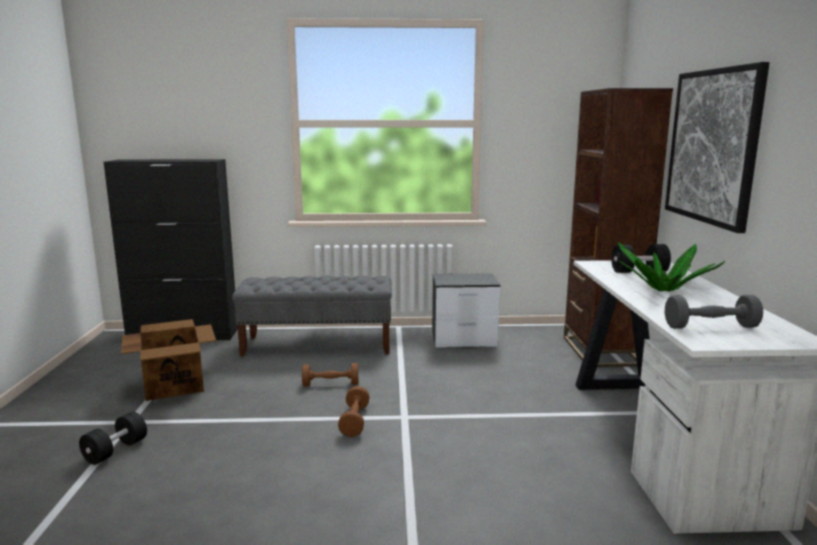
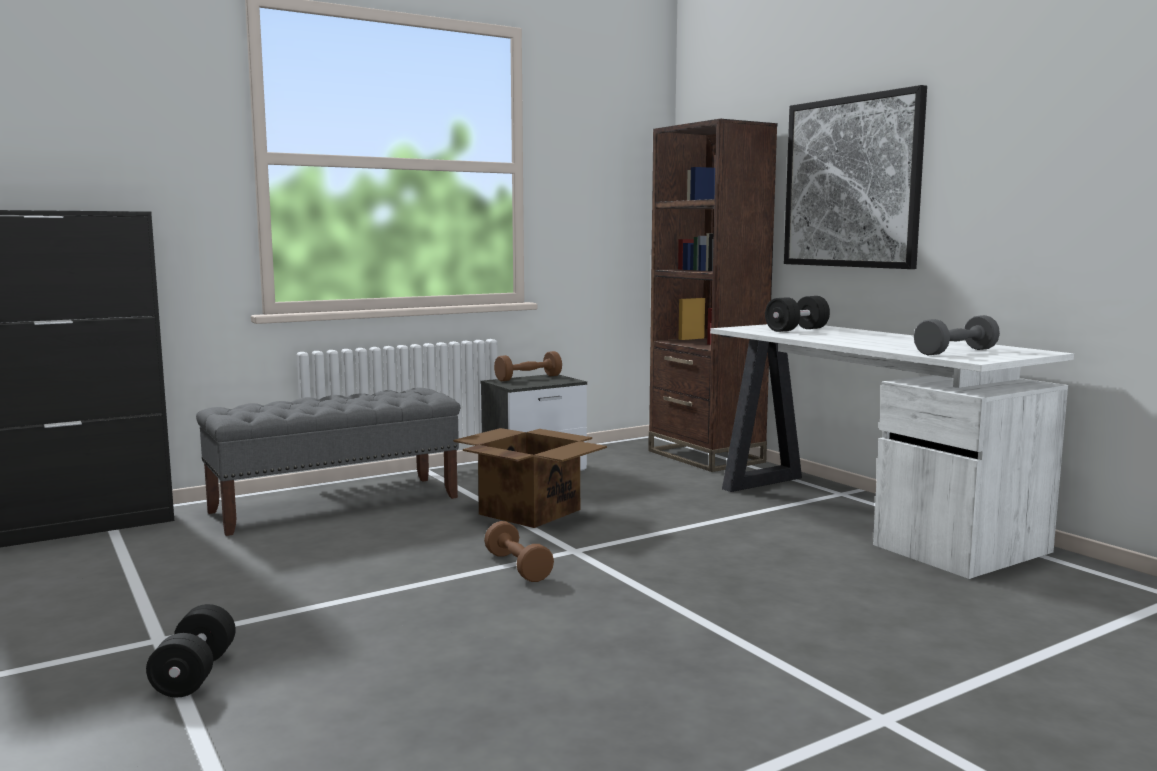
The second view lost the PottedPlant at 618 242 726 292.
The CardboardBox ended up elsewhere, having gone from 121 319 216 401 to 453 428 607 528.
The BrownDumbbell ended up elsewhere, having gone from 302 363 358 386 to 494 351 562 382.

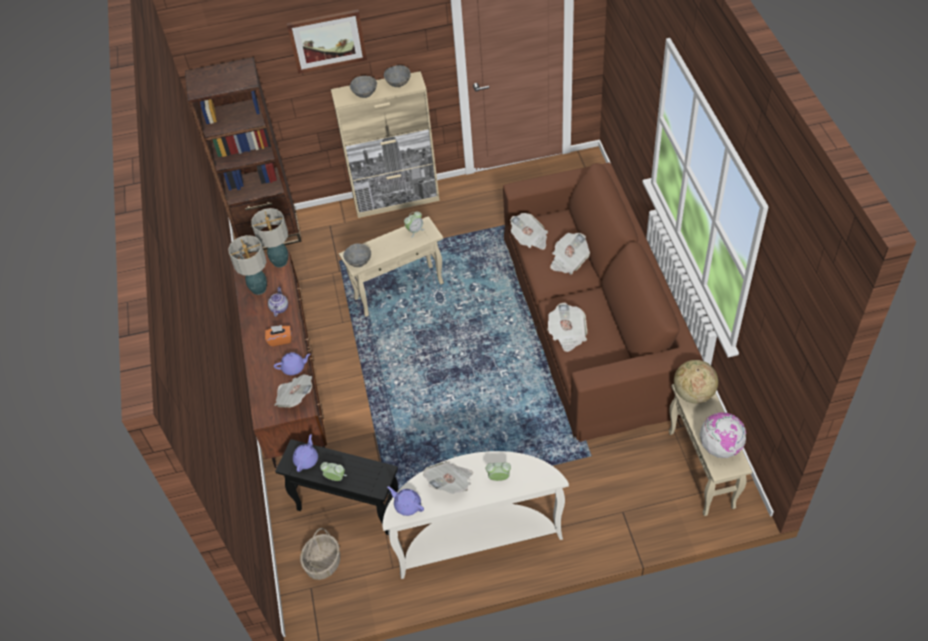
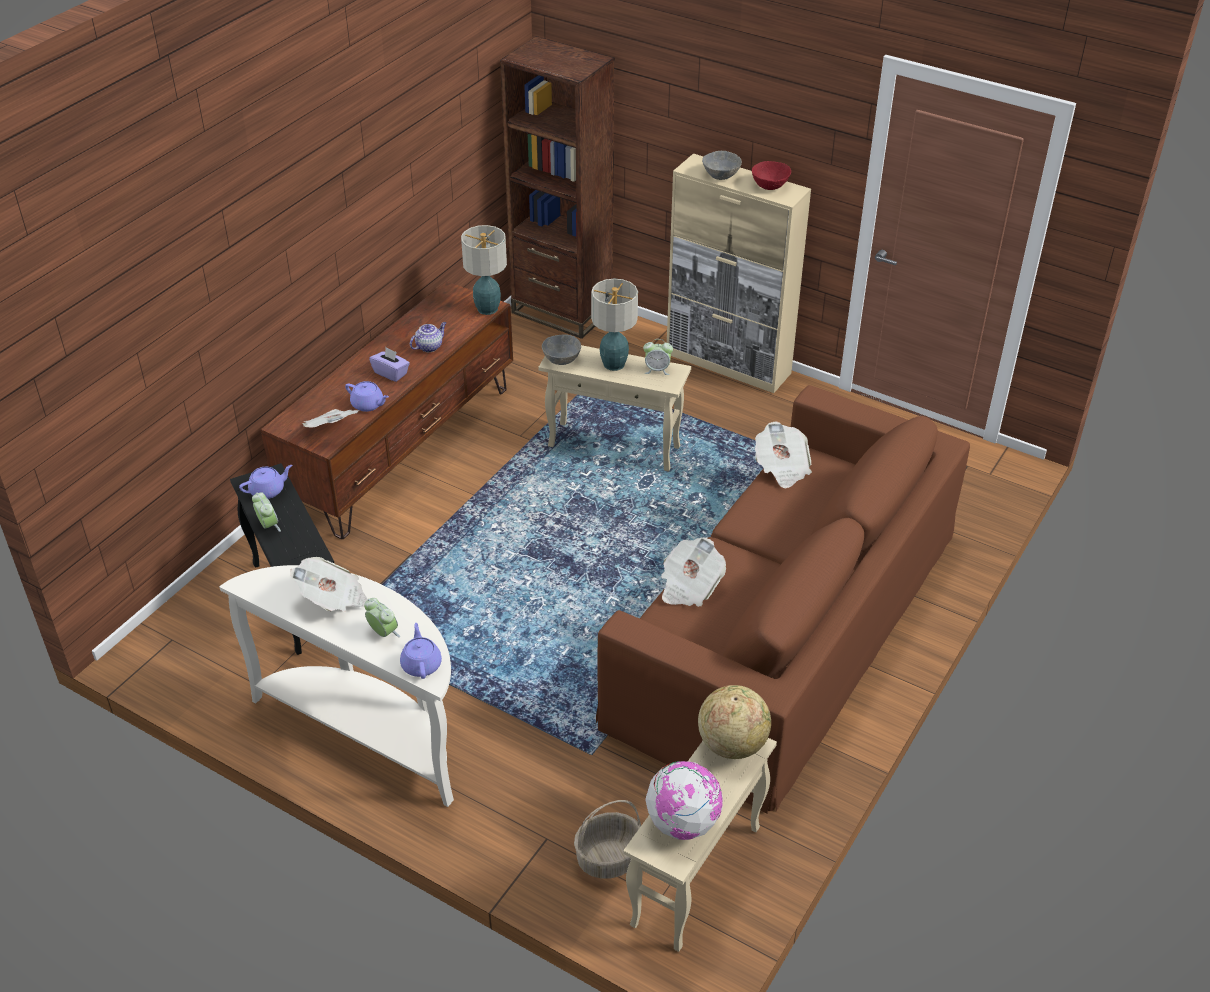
The second view lost the Picture at 287 9 367 74.
The second view lost the Newspaper at 550 233 590 274.
The TableLamp ended up elsewhere, having gone from 228 235 267 295 to 591 279 638 371.
The Basket ended up elsewhere, having gone from 300 528 340 580 to 574 800 641 879.
The PurpleTeapot ended up elsewhere, having gone from 387 486 424 516 to 400 623 442 679.
What was the OrangeTissueBox at 265 325 291 347 turned into the PurpleTissueBox at 369 347 410 382.
What was the GreyBowl at 384 65 411 87 turned into the RedBowl at 752 161 791 190.

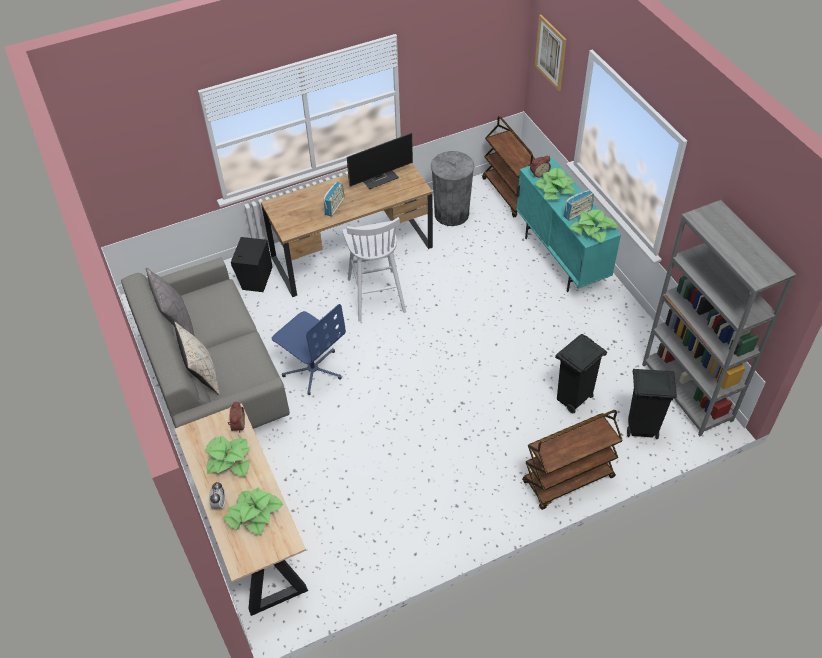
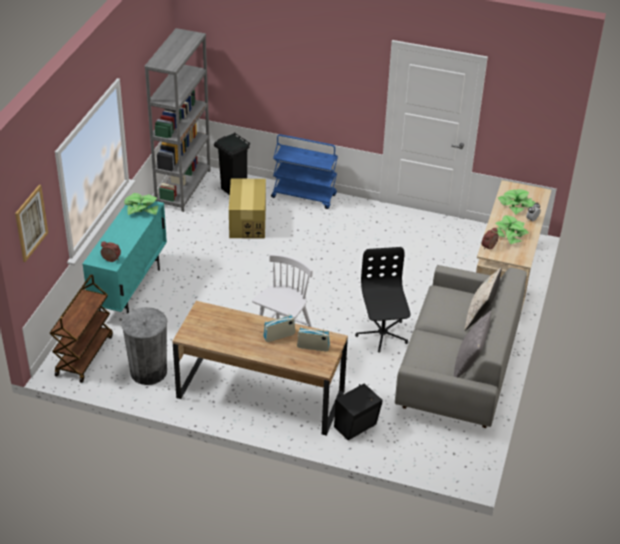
The second view lost the Monitor at 347 133 413 189.
The second view lost the PottedPlant at 534 168 575 200.
The Radio ended up elsewhere, having gone from 563 190 594 221 to 297 327 330 351.
Where the BlackTrashCan stood at 555 334 607 413, the CardboardBox came to stand at 229 178 266 239.
What was the BlueOfficeChair at 272 304 346 395 turned into the BlackOfficeChair at 355 247 411 353.
What was the BrownCart at 522 410 623 510 turned into the BlueCart at 271 134 338 209.

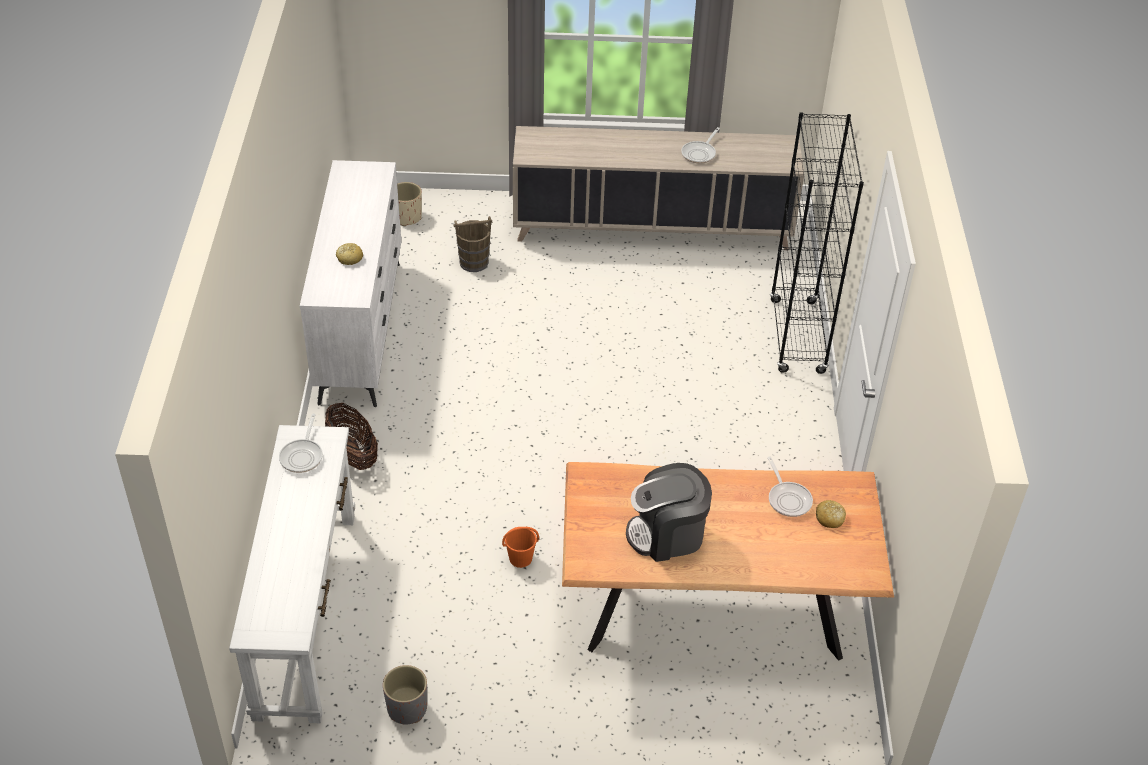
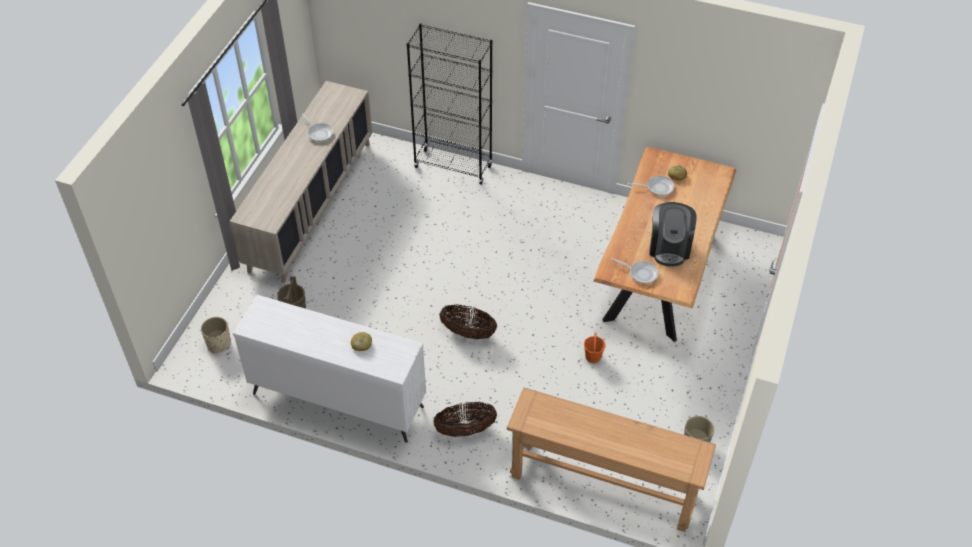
The second view gained the Basket at 439 304 497 339.
The FryingPan ended up elsewhere, having gone from 279 414 323 473 to 611 258 659 284.
What was the WhiteConsoleTable at 229 425 355 723 turned into the BrownConsoleTable at 507 387 716 532.

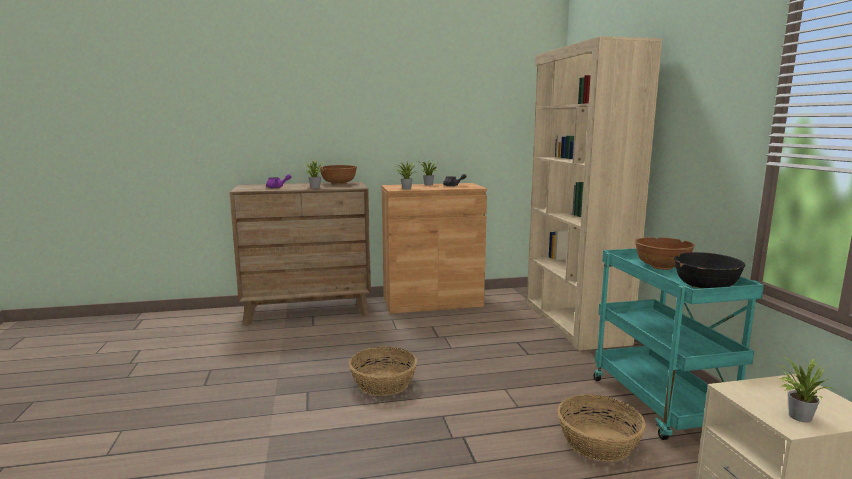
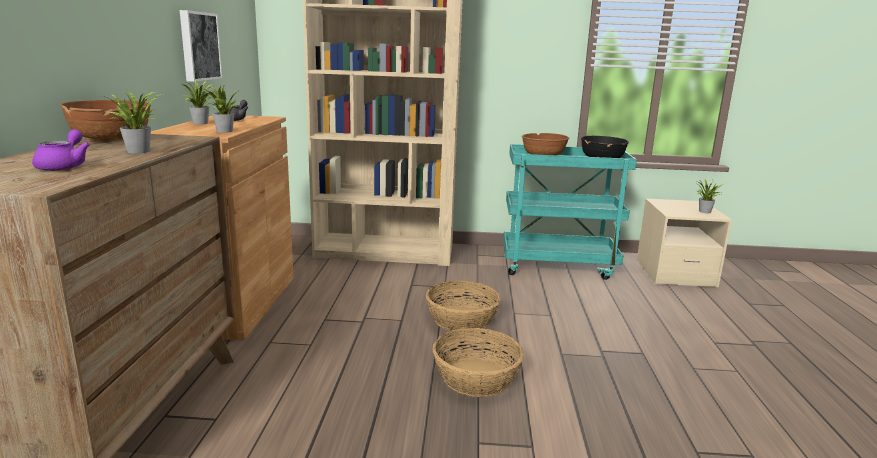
The second view gained the Picture at 180 10 222 82.
The Basket ended up elsewhere, having gone from 557 394 646 462 to 426 281 501 332.

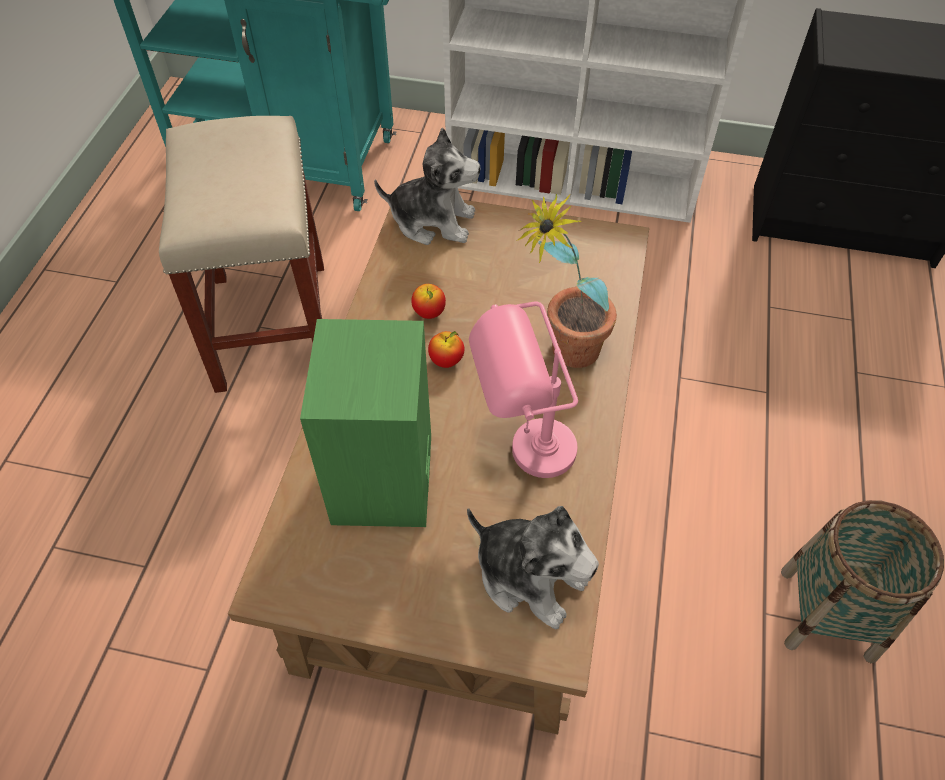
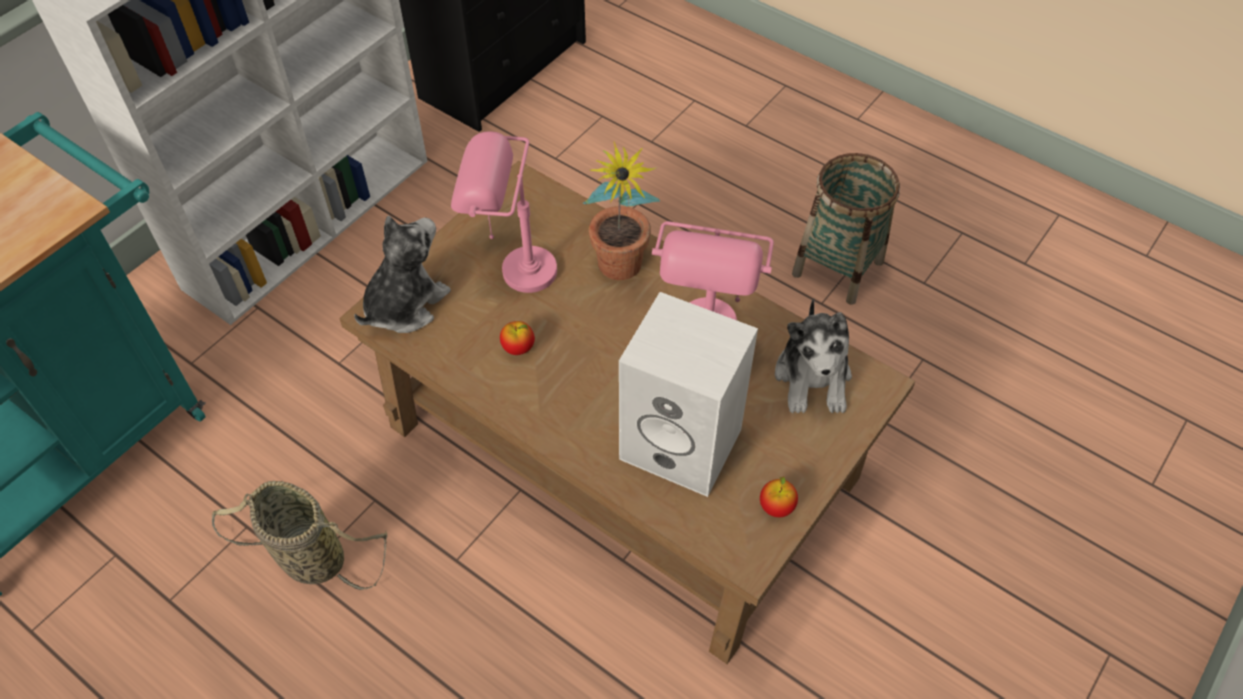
The second view gained the PinkTableLamp at 451 131 557 293.
The Apple ended up elsewhere, having gone from 428 331 464 368 to 760 476 798 517.
Where the BeigeStool stood at 159 116 324 393, the Basket came to stand at 212 481 387 590.
What was the GreenSpeaker at 300 319 431 527 turned into the WhiteSpeaker at 619 292 758 497.
The PlushToy at 467 506 599 630 ended up facing another way, 120 degrees clockwise from before.

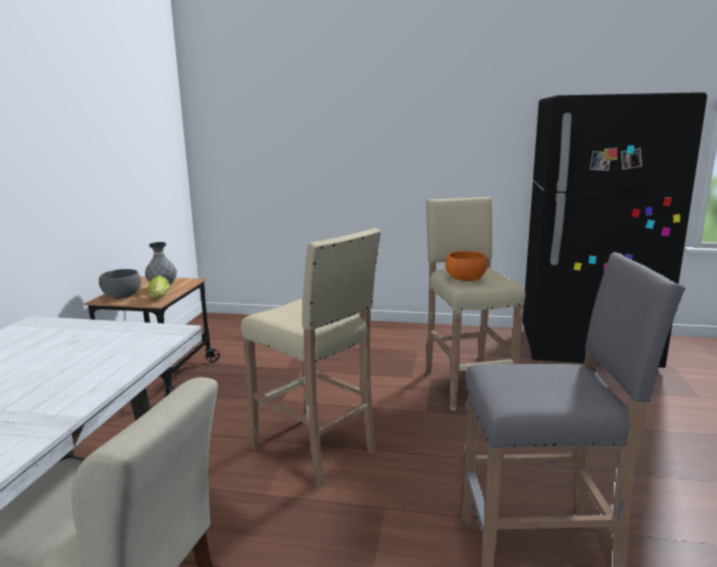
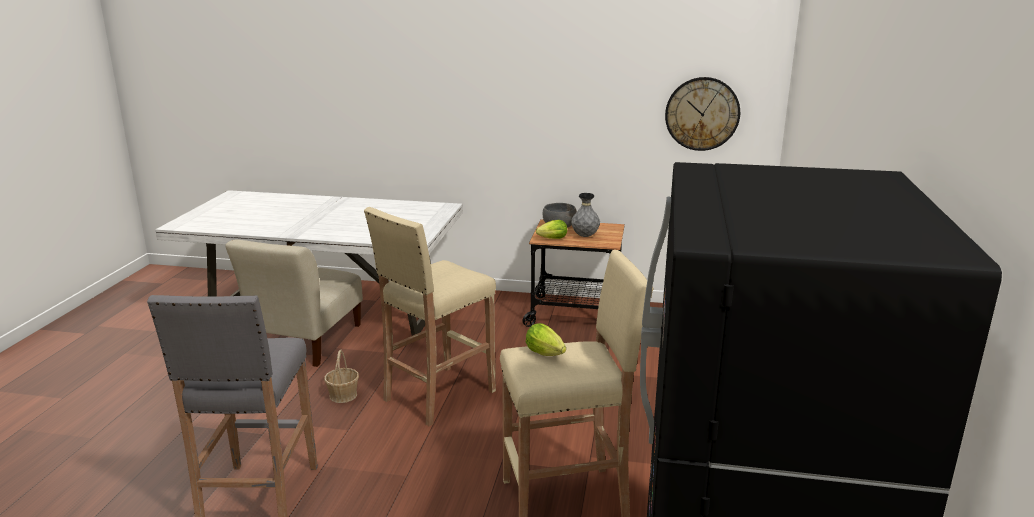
The second view gained the Basket at 324 350 359 403.
The second view gained the WallClock at 665 77 740 151.
Where the OrangeBowl stood at 445 251 488 281, the Lettuce came to stand at 526 323 566 356.

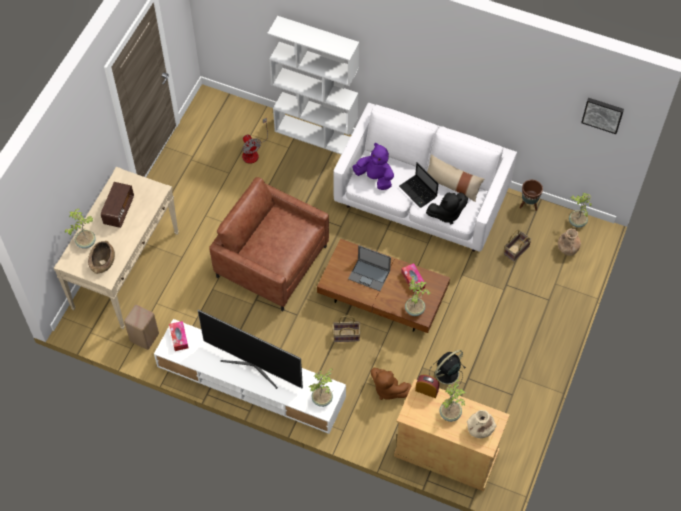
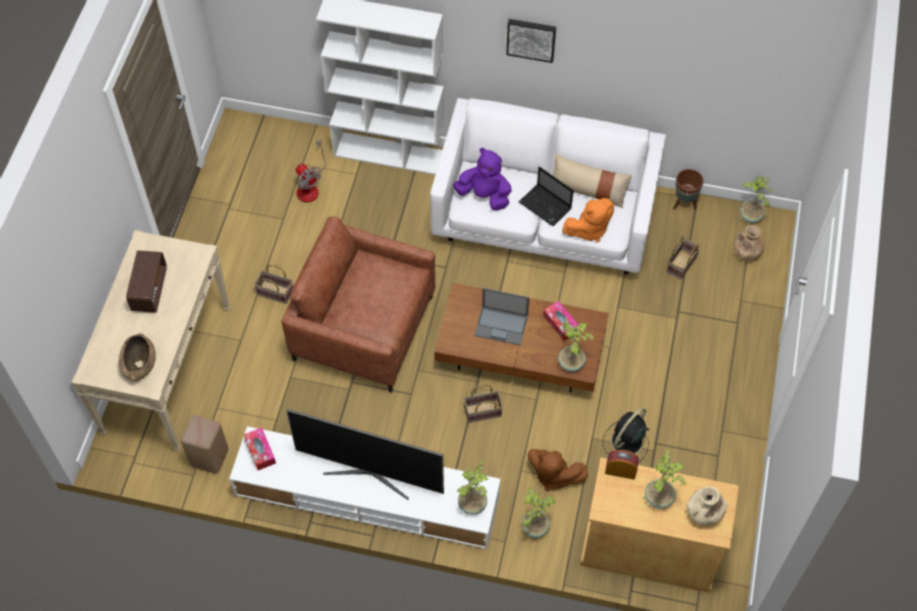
The second view gained the Basket at 254 264 293 304.
The PottedPlant ended up elsewhere, having gone from 65 209 96 249 to 521 488 555 538.
The Picture ended up elsewhere, having gone from 581 98 624 134 to 506 19 556 63.
What was the BlackPlushToy at 426 193 468 224 turned into the OrangePlushToy at 562 198 614 242.

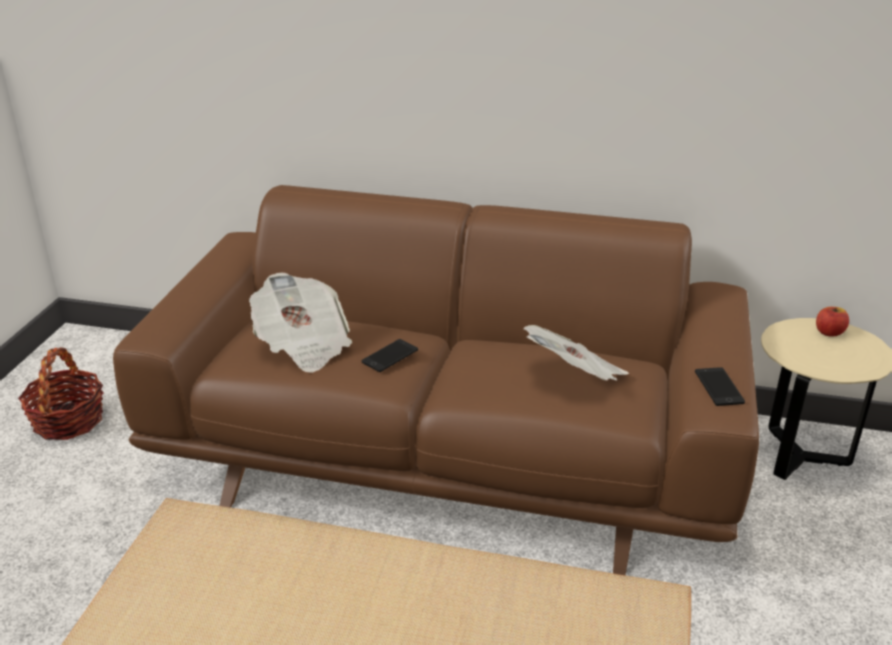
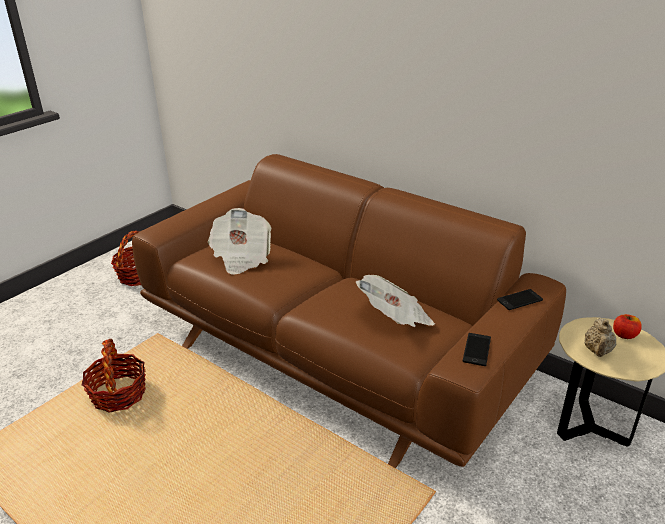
The second view gained the Basket at 82 339 146 413.
The second view gained the BeigeTeapot at 585 318 616 357.
The Phone ended up elsewhere, having gone from 362 339 418 372 to 497 289 543 310.

